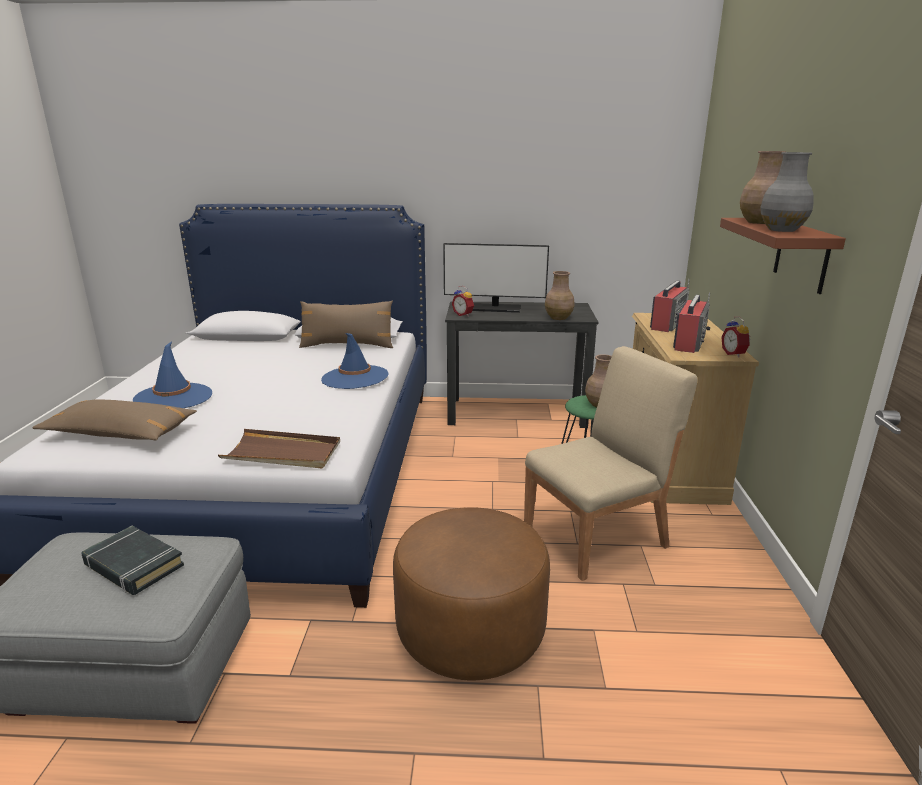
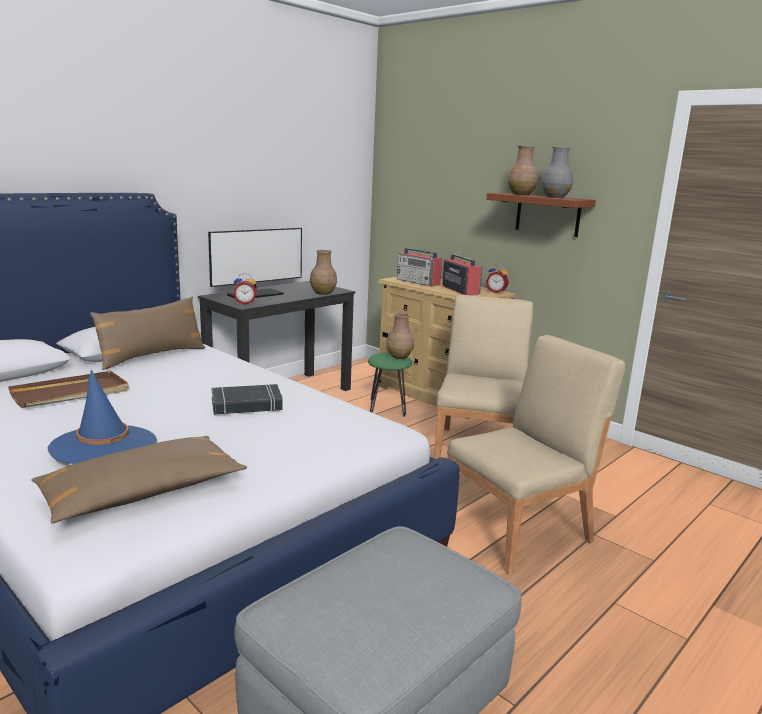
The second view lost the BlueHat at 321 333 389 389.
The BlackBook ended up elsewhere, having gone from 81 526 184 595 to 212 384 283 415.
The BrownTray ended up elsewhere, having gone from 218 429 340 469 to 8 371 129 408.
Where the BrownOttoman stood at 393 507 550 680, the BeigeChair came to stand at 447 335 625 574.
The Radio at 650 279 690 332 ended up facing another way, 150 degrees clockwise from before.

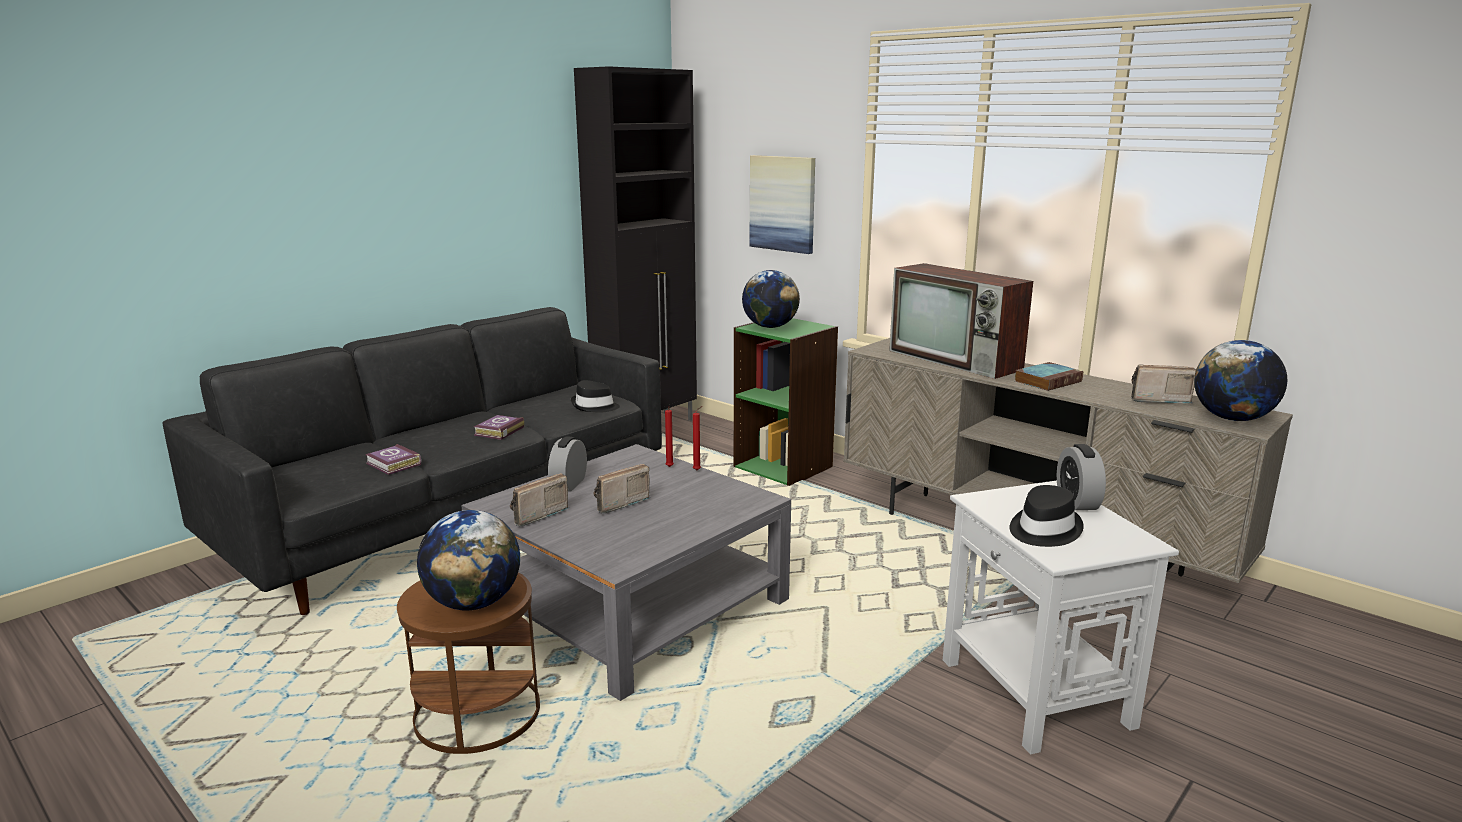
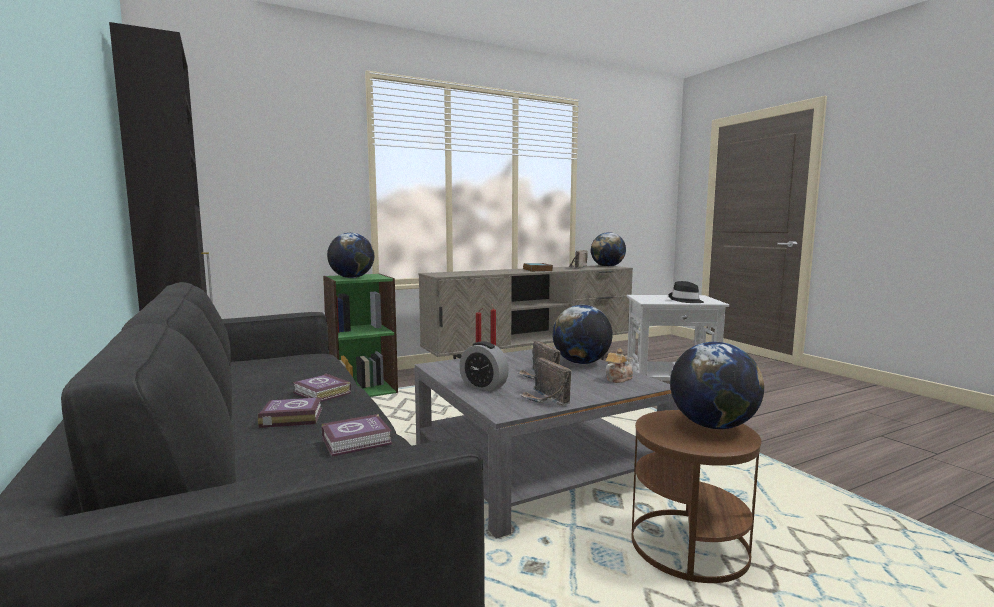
The second view lost the BlackHat at 571 380 620 413.
The second view lost the Picture at 749 155 815 254.
The second view lost the Television at 889 263 1033 379.
The second view lost the AlarmClock at 1057 444 1106 510.
The second view gained the Book at 258 398 322 428.
The second view gained the Globe at 552 305 613 364.
The second view gained the Teapot at 606 349 633 383.

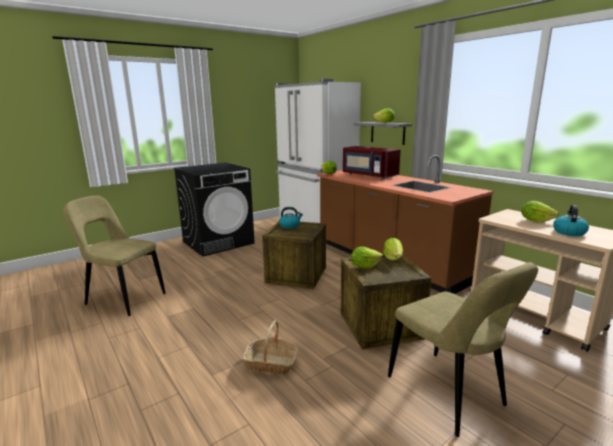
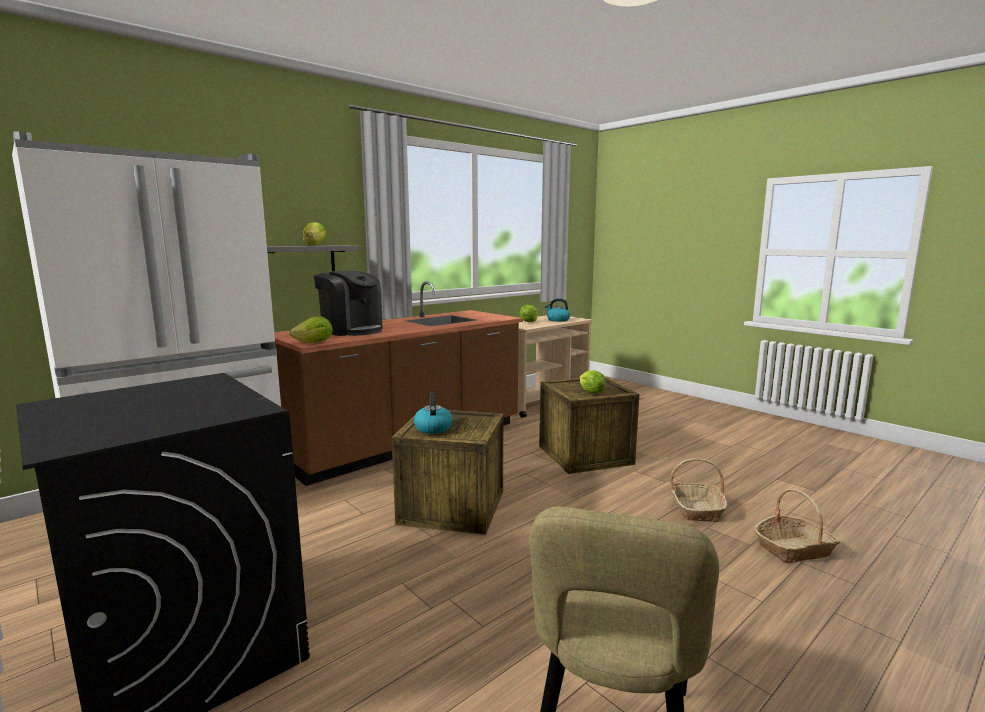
The second view lost the Lettuce at 383 238 403 260.
The second view lost the BeigeChair at 388 262 538 437.
The second view gained the Basket at 755 489 841 563.
Where the RedMicrowave stood at 343 146 401 179, the CoffeeMachine came to stand at 314 271 383 336.

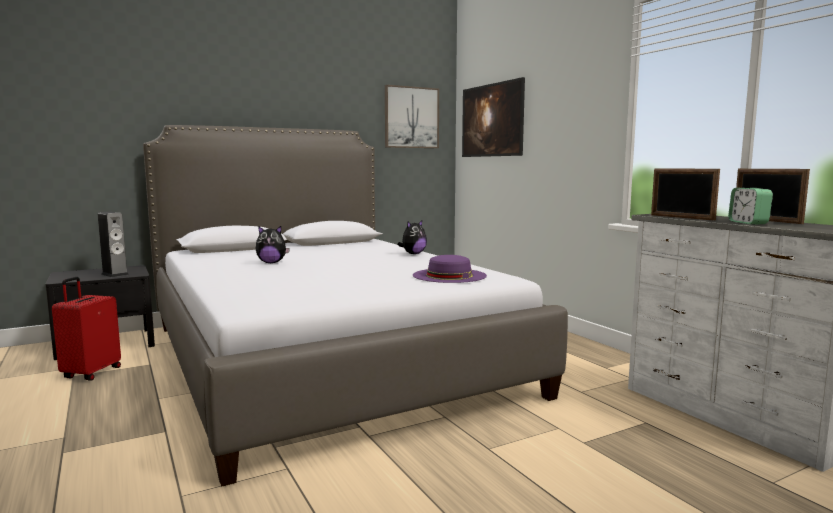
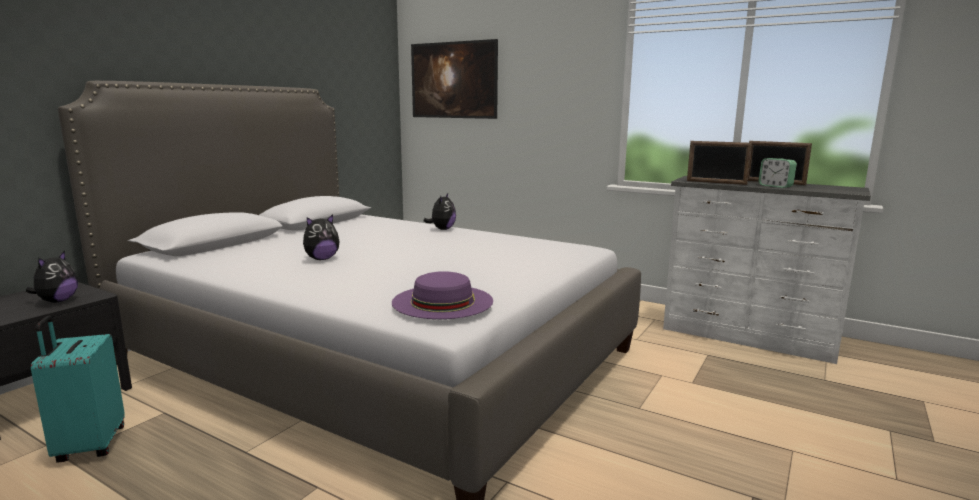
The second view lost the Picture at 385 85 439 148.
The PurpleHat ended up elsewhere, having gone from 413 255 487 283 to 392 271 493 319.
Where the Speaker stood at 98 212 129 277, the PlushToy came to stand at 26 251 78 303.
What was the RedSuitcase at 52 277 121 381 turned into the TurquoiseSuitcase at 31 316 125 463.

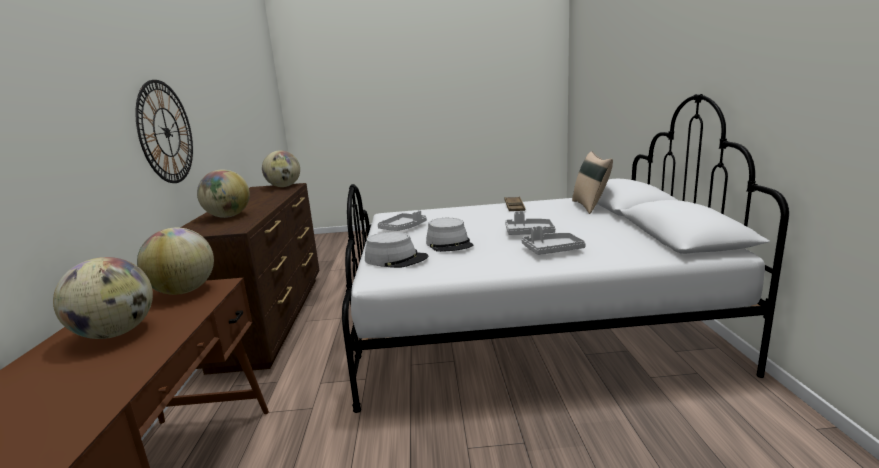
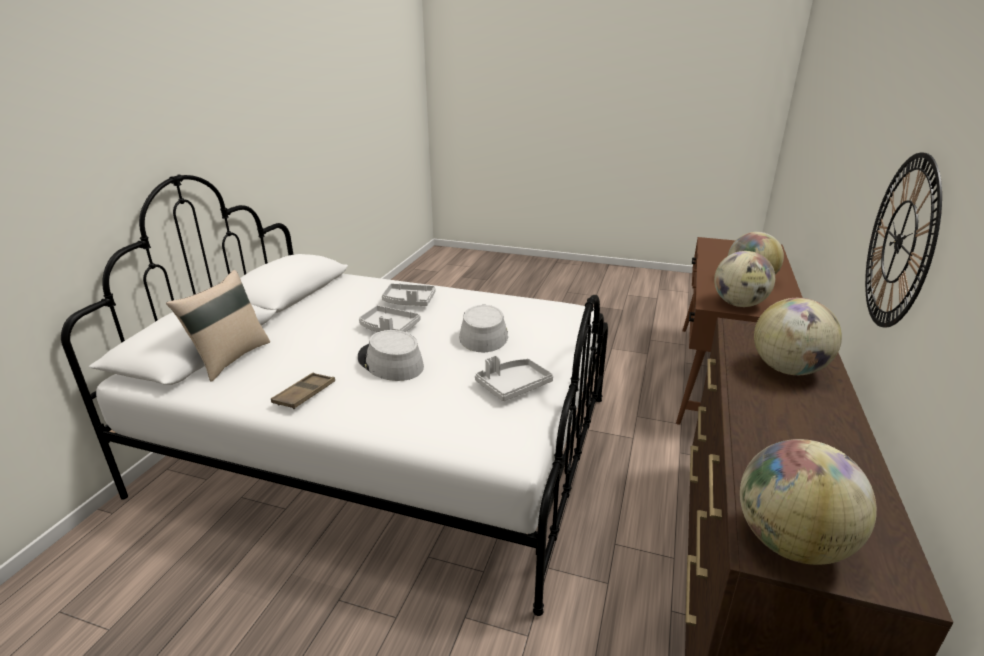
The GreyHat ended up elsewhere, having gone from 365 232 428 268 to 358 330 424 381.

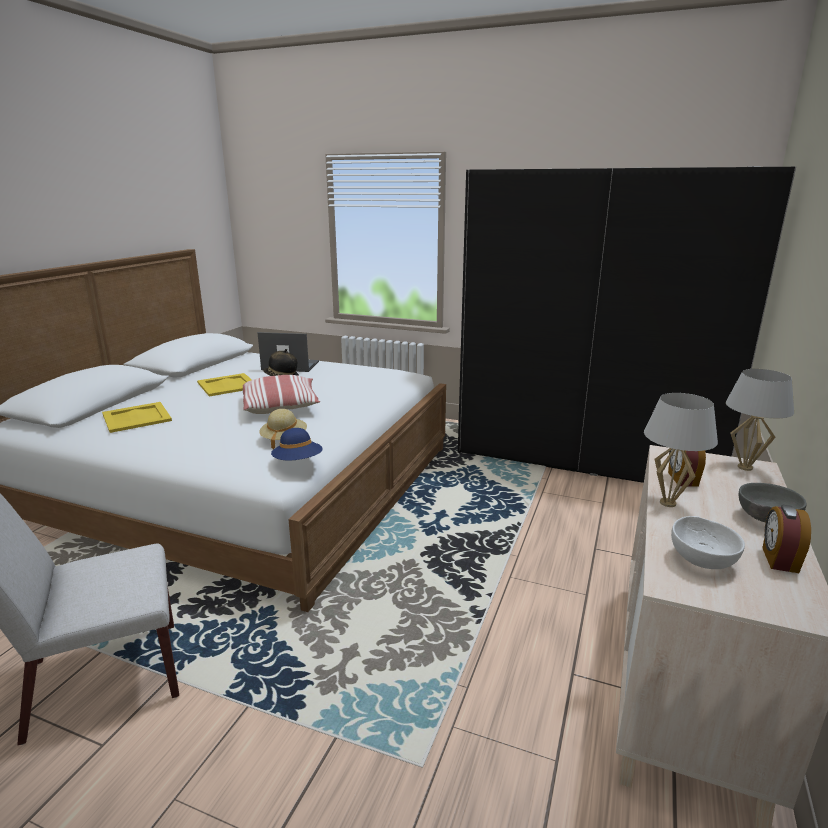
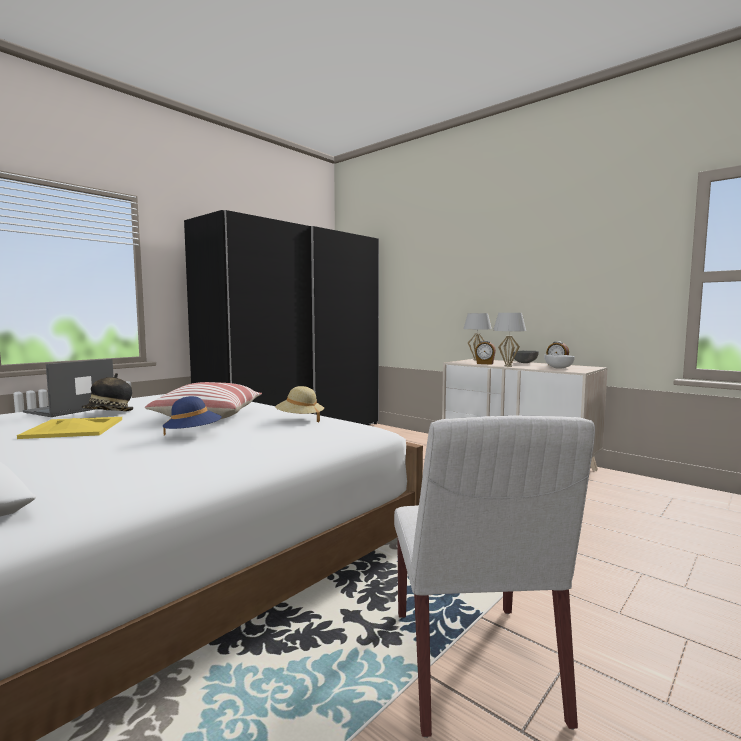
The second view lost the YellowTray at 102 402 172 433.
The BlueHat ended up elsewhere, having gone from 271 428 323 460 to 163 396 222 436.

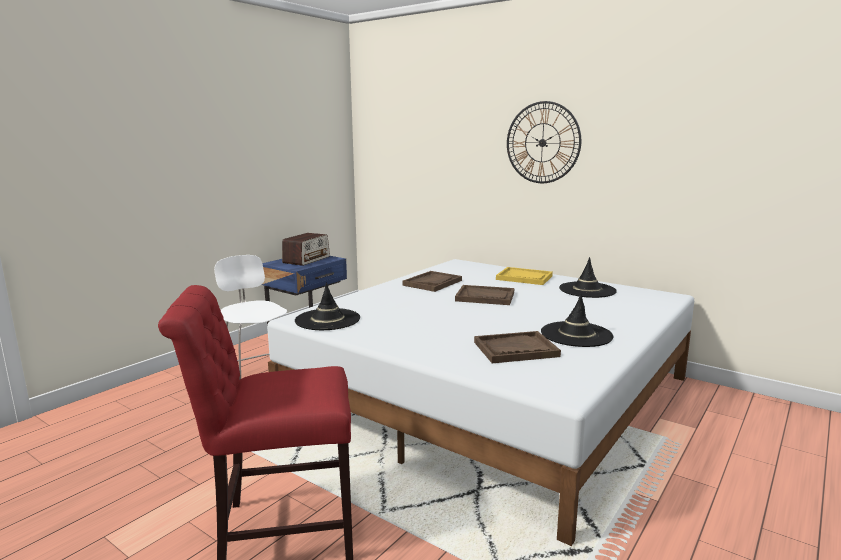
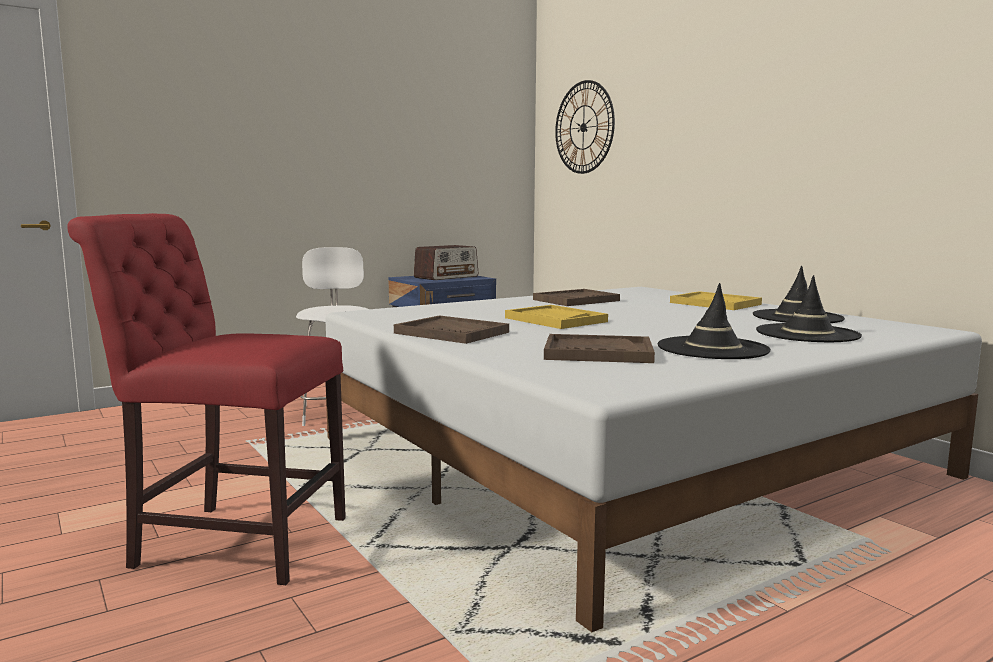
The second view gained the YellowTray at 505 305 608 329.
The BlackHat ended up elsewhere, having gone from 295 282 360 330 to 756 275 862 342.
The BrownTray ended up elsewhere, having gone from 455 285 514 305 to 394 316 509 344.
The WallClock ended up elsewhere, having gone from 507 101 581 183 to 555 80 615 174.

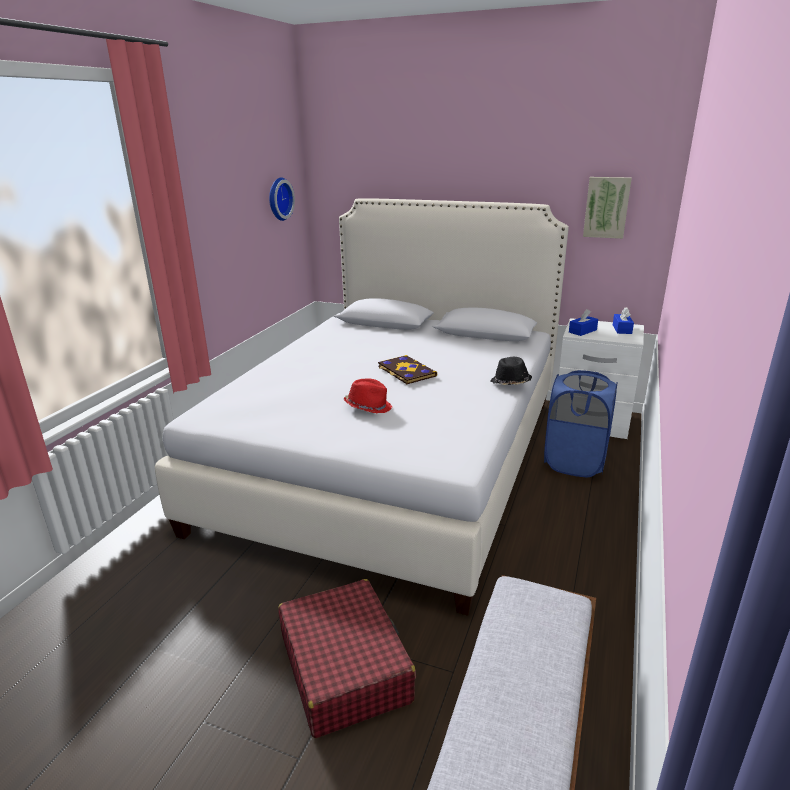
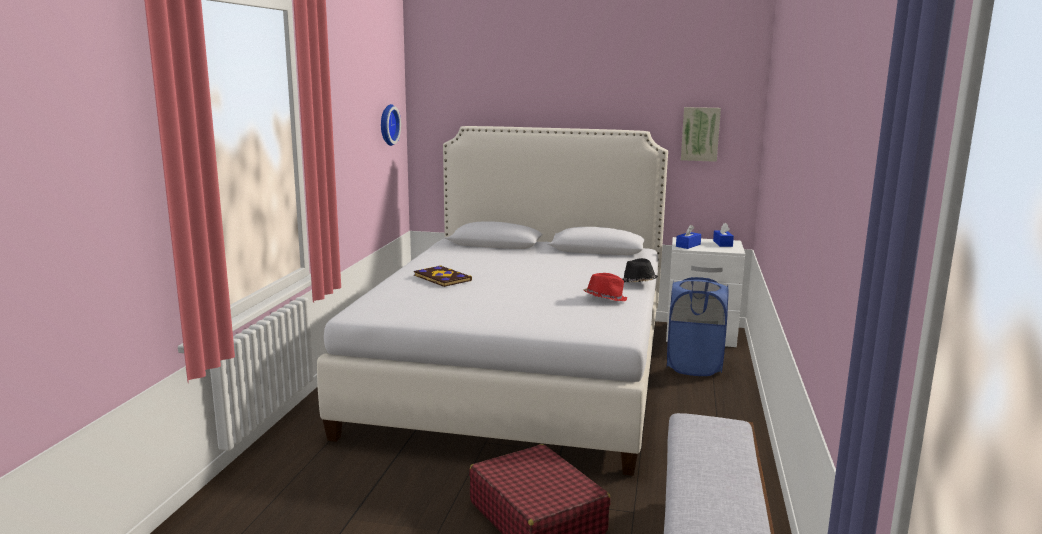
The RedHat ended up elsewhere, having gone from 344 378 392 413 to 583 273 627 301.
The Book ended up elsewhere, having gone from 378 355 437 384 to 414 265 472 287.

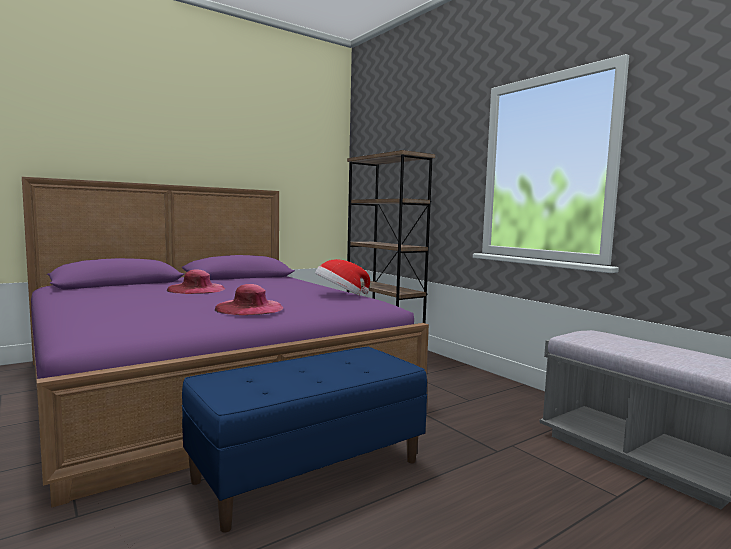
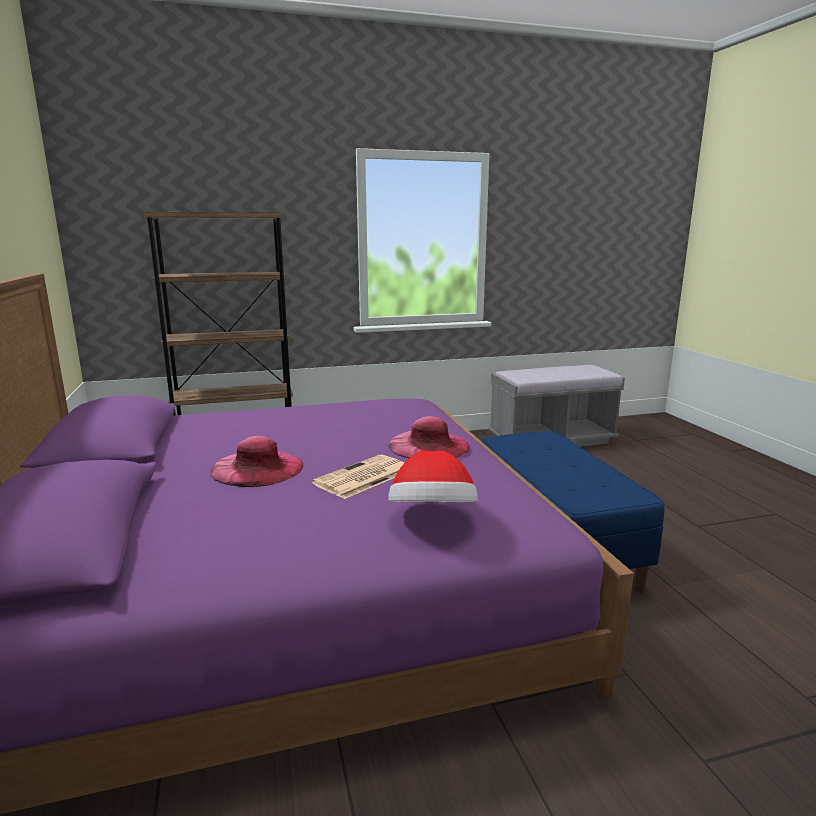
The second view gained the Newspaper at 312 455 404 499.
The Hat ended up elsewhere, having gone from 315 259 370 296 to 388 451 478 503.

